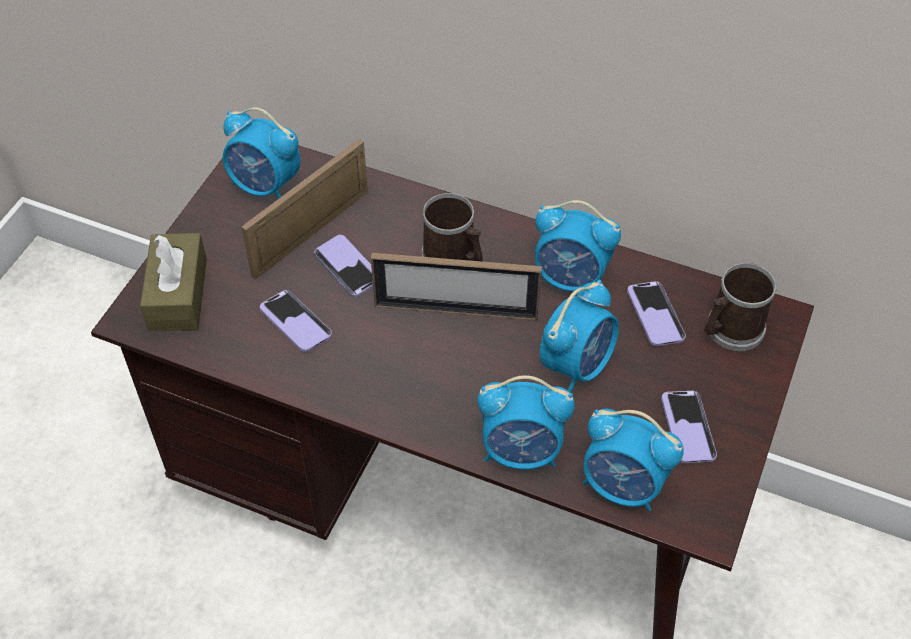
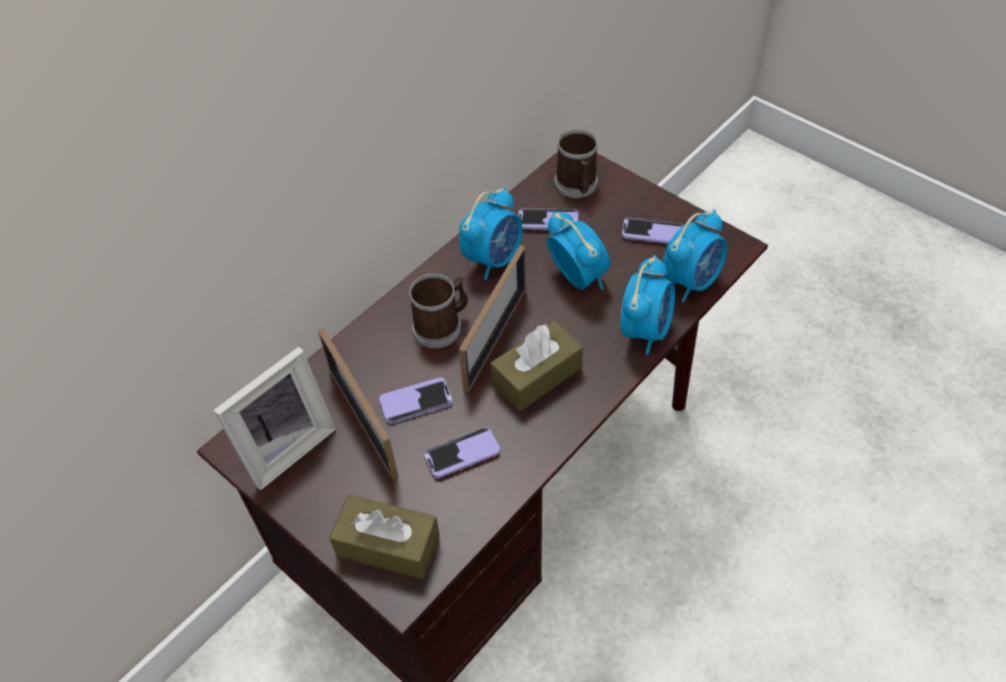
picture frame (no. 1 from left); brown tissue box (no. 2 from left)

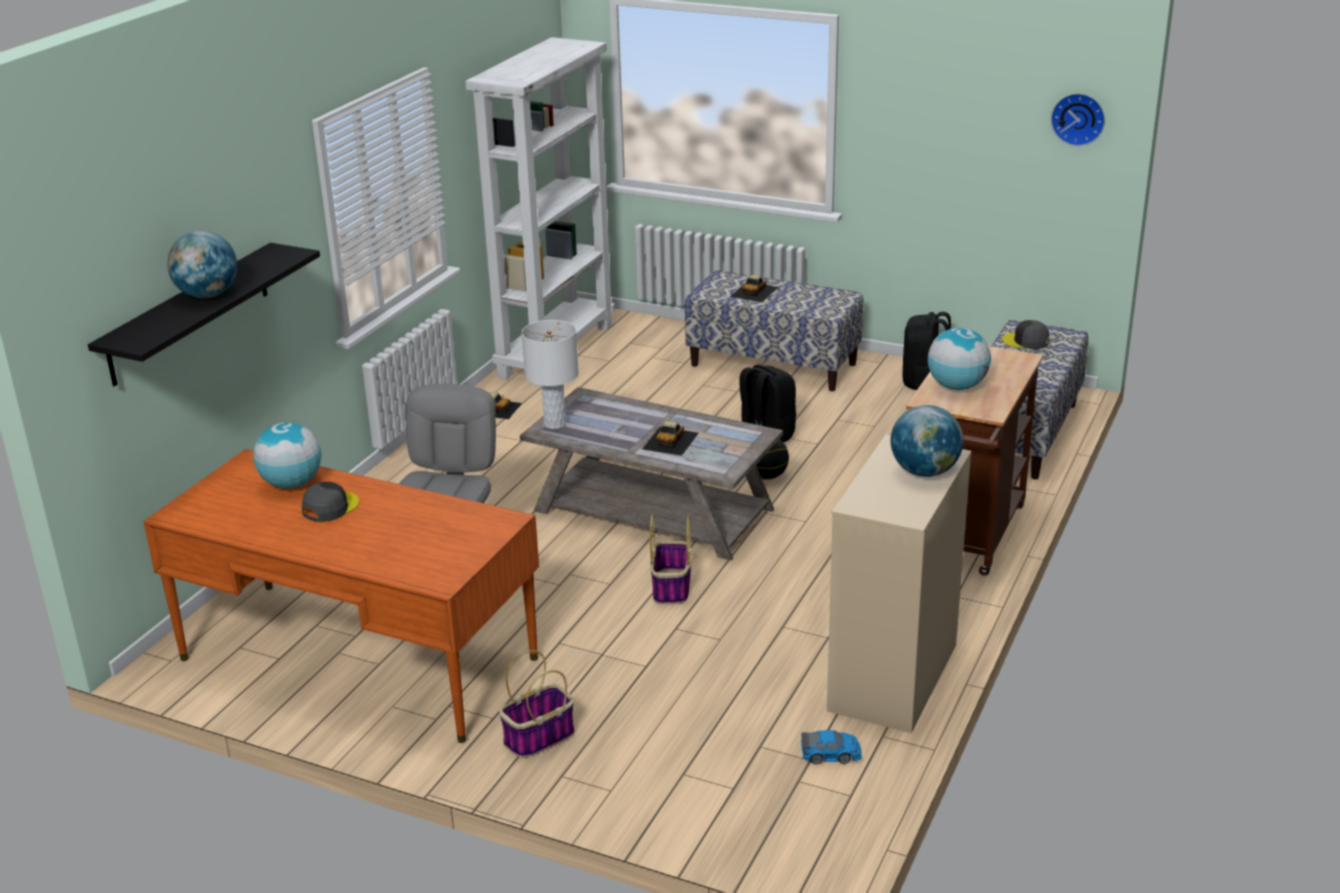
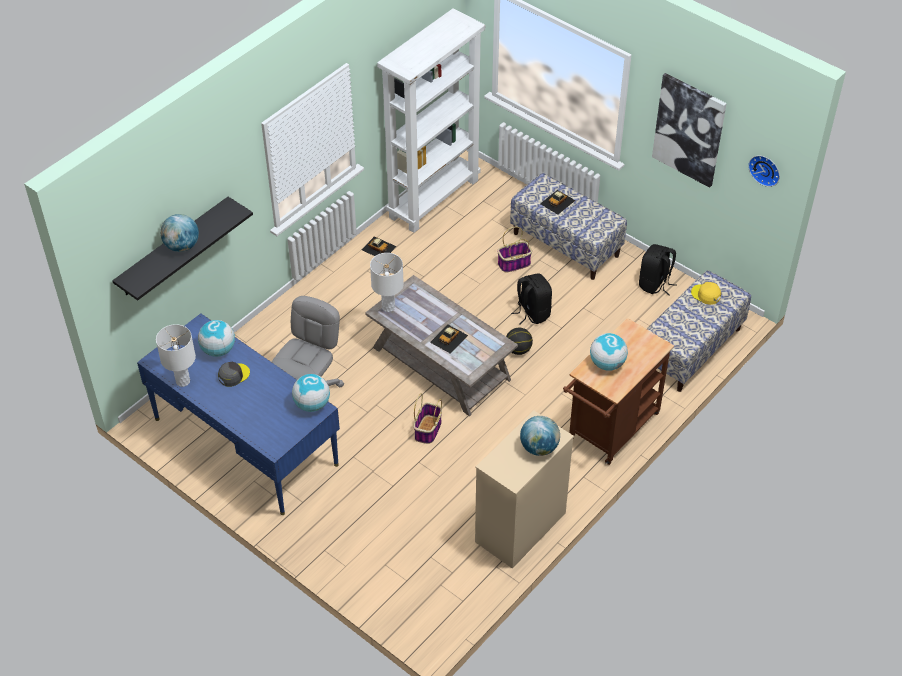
yellow cap; blue desk; basket (no. 2 from left); toy car (no. 4 from left in the first image); picture; white table lamp (no. 1 from left); globe (no. 3 from left)

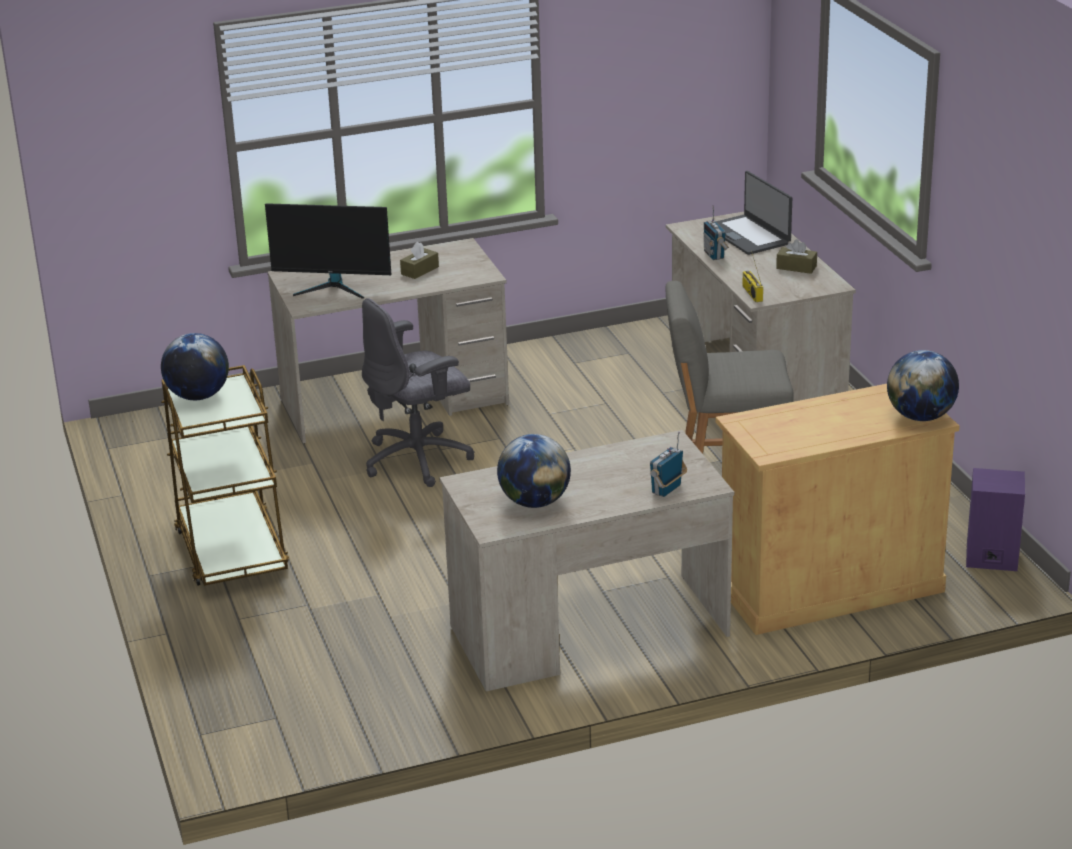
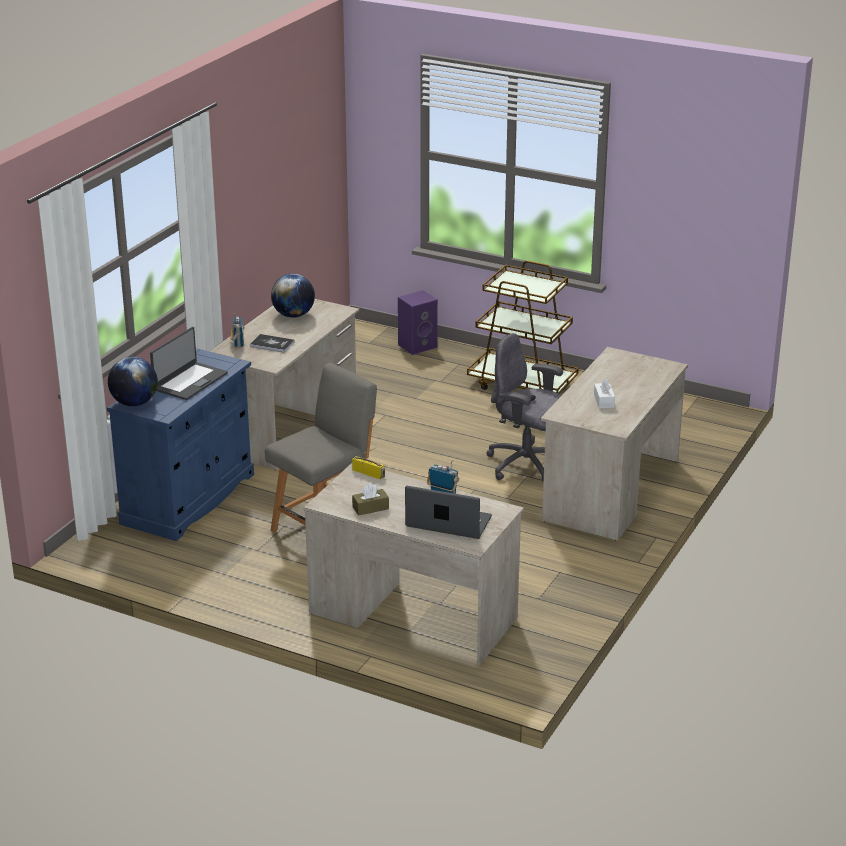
monitor; white tissue box; grey office chair; globe (no. 1 from left in the first image); blue cabinet; purple speaker; laptop (no. 1 from left); book

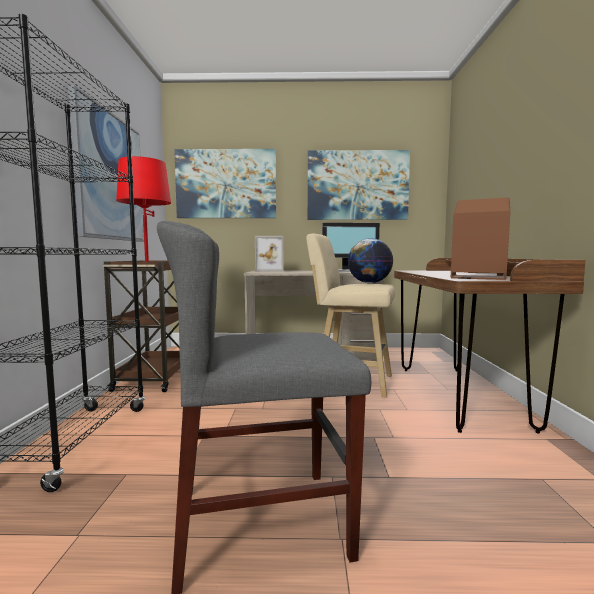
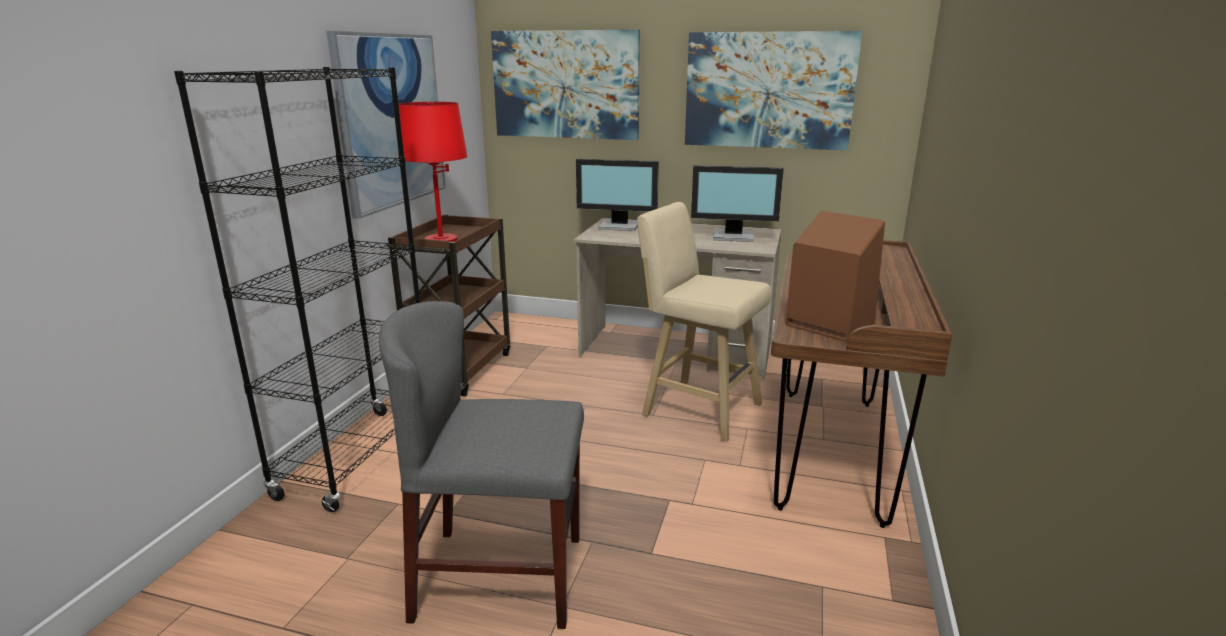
monitor (no. 1 from left); globe

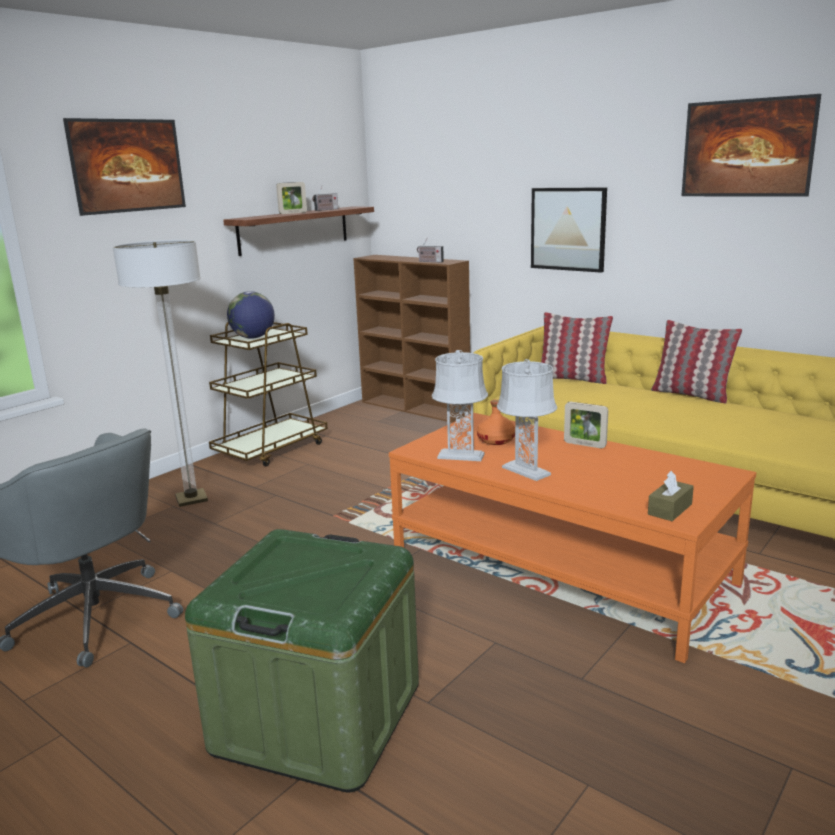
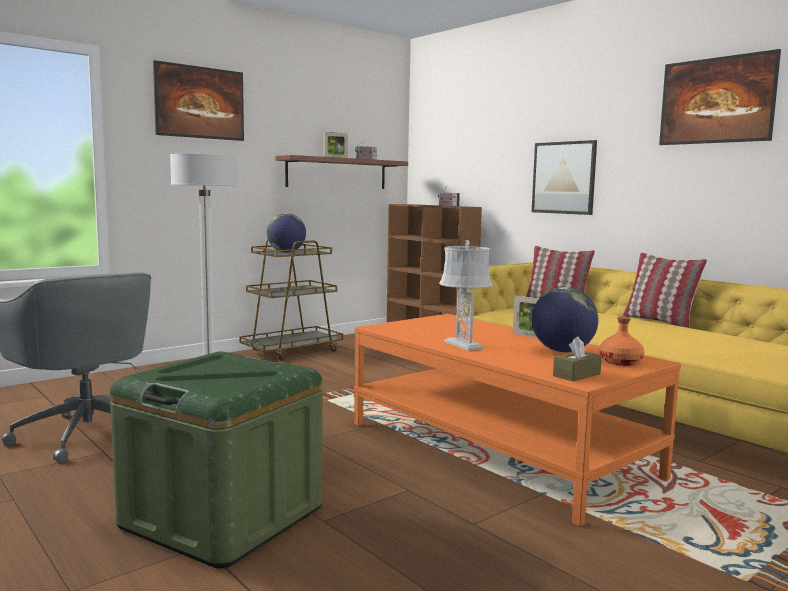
grey table lamp (no. 1 from left in the first image); orange bottle; globe (no. 2 from left)

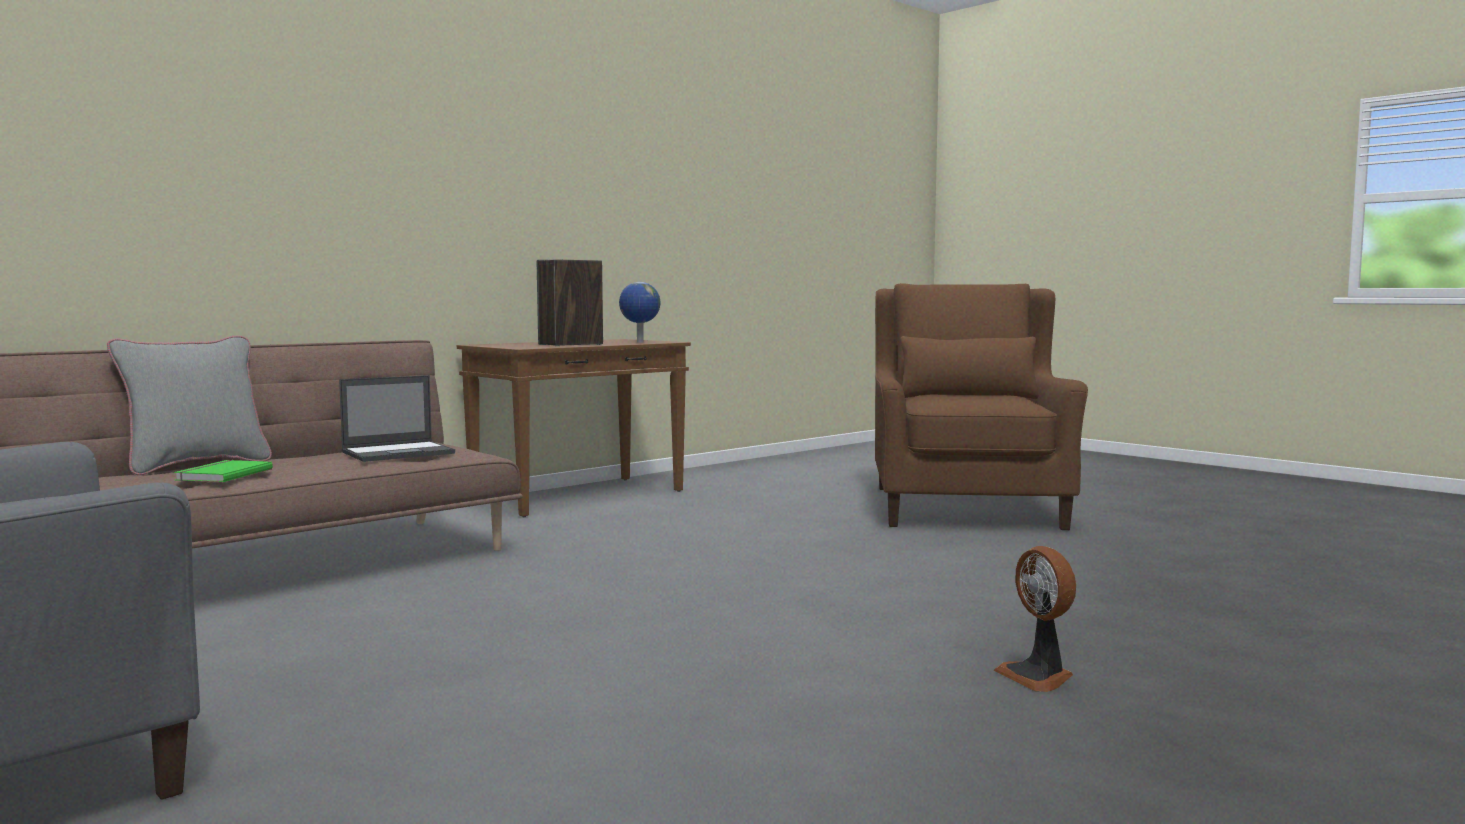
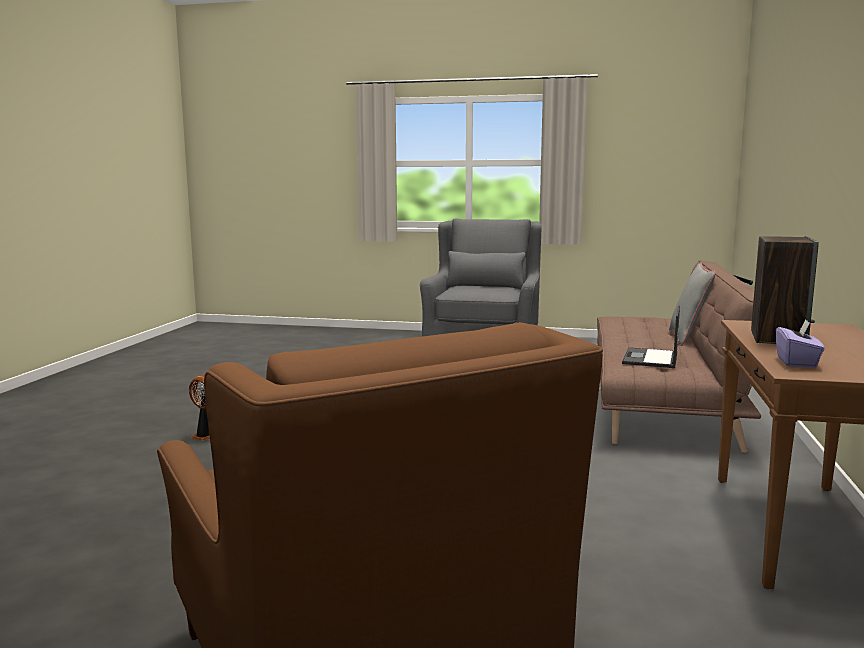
purple tissue box; green book

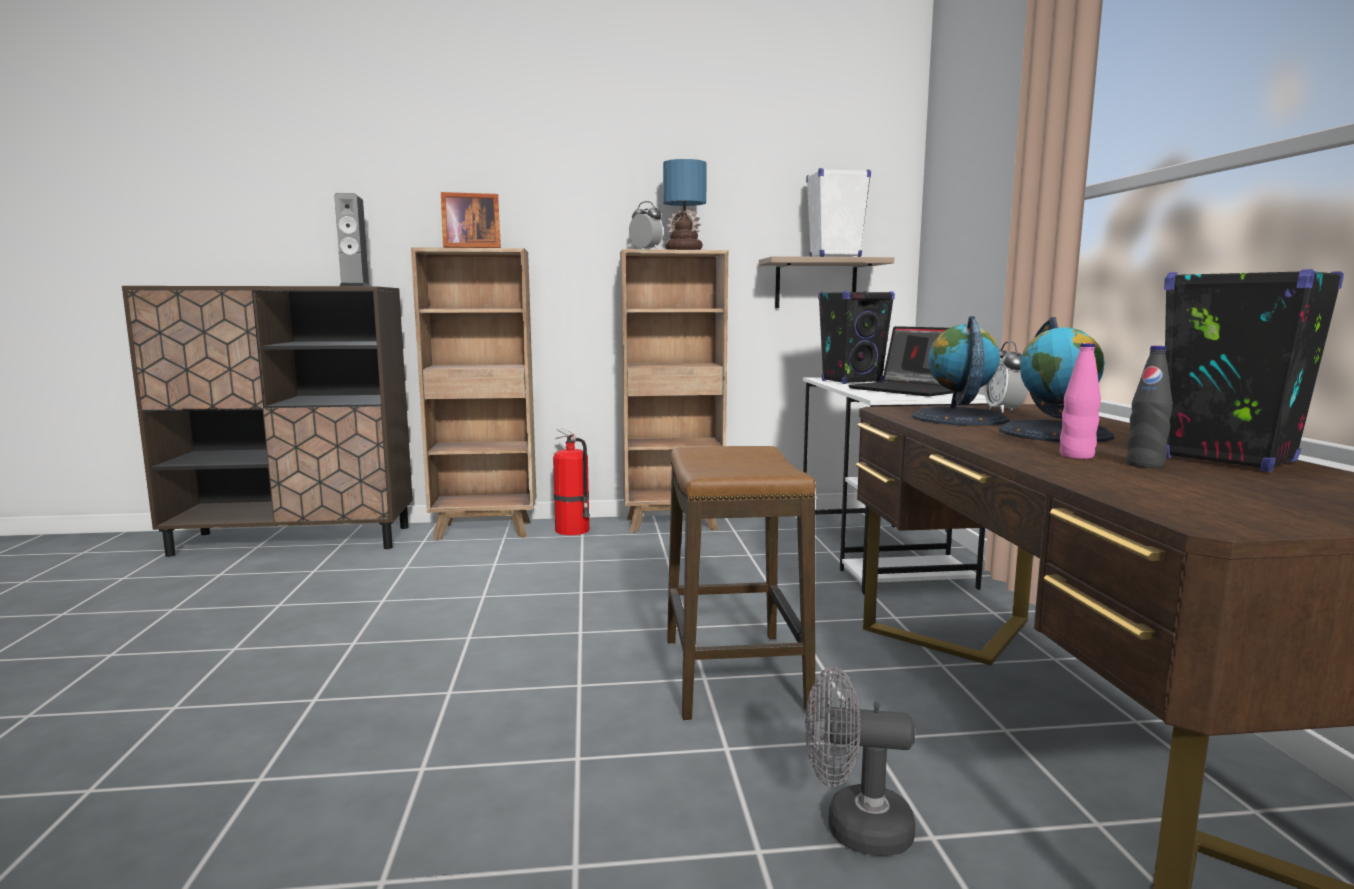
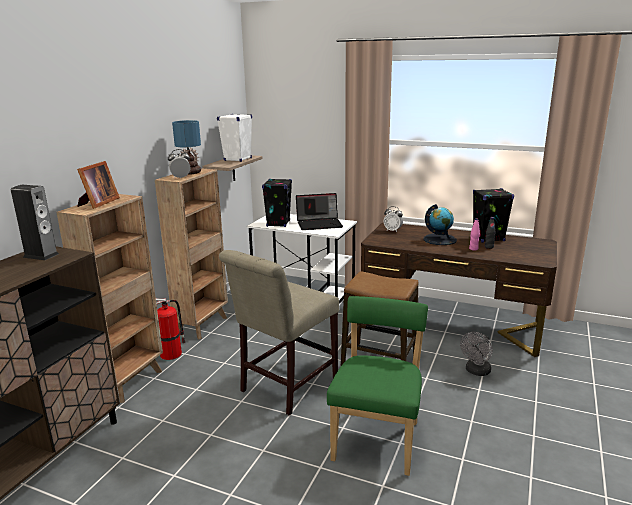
globe (no. 1 from left in the first image); beige chair; green chair

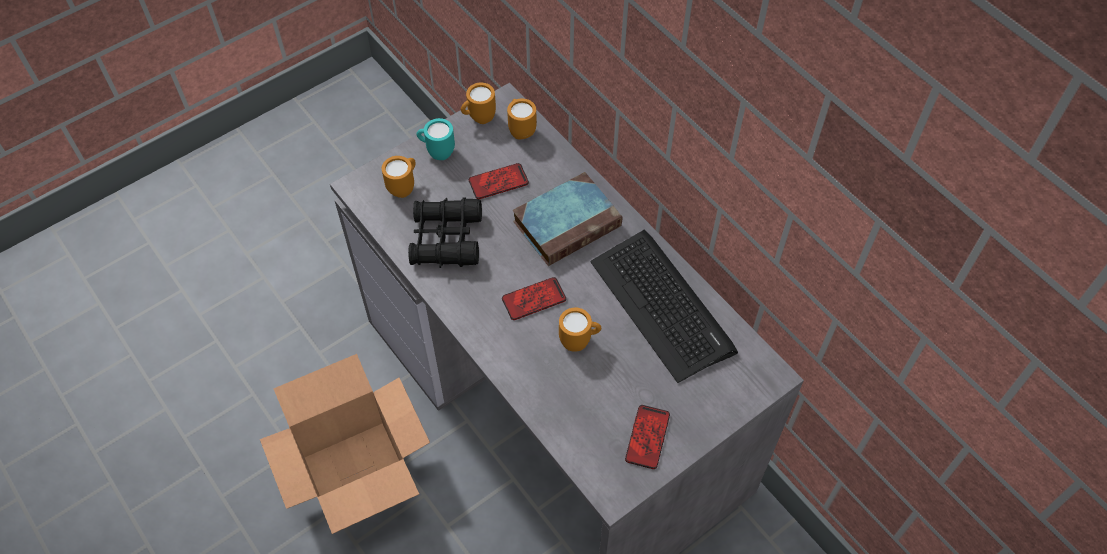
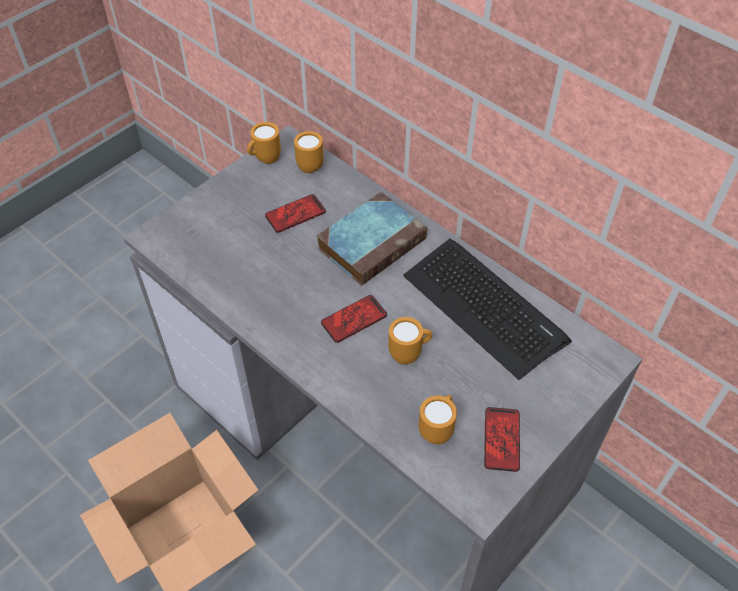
turquoise mug; orange mug (no. 4 from left); black binoculars

